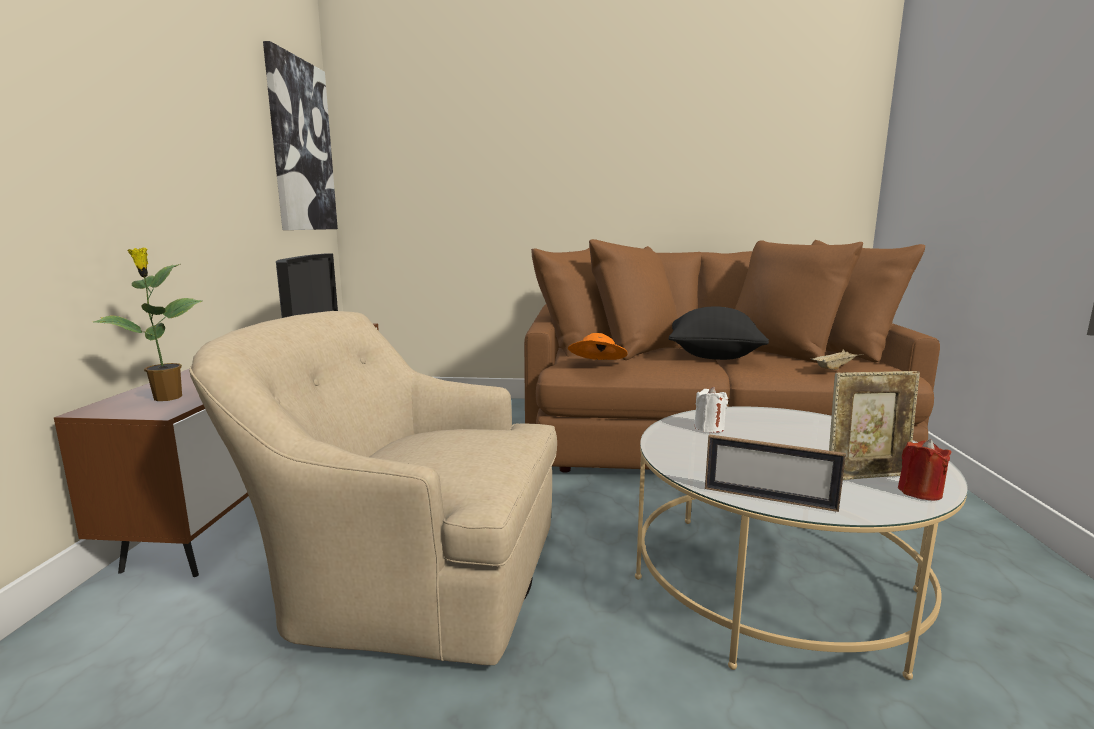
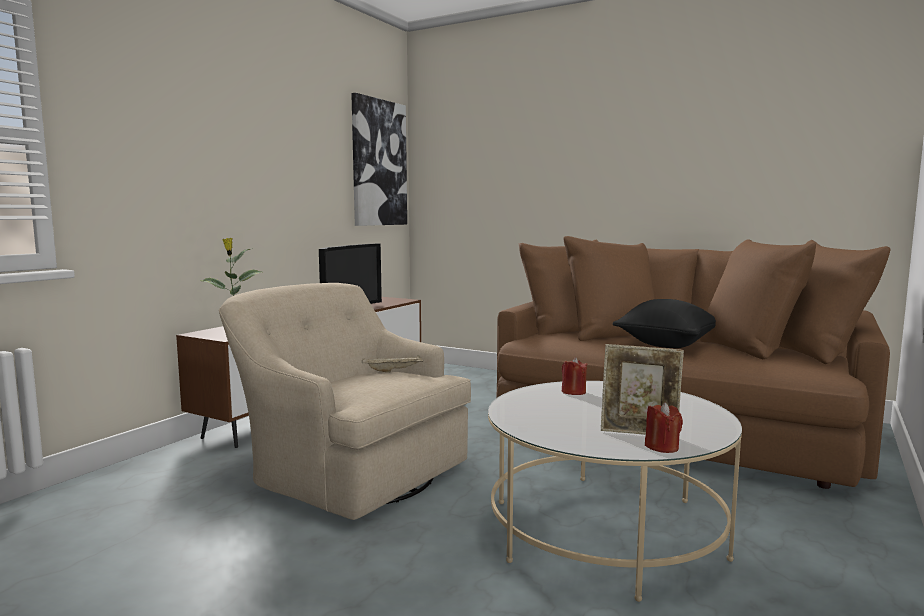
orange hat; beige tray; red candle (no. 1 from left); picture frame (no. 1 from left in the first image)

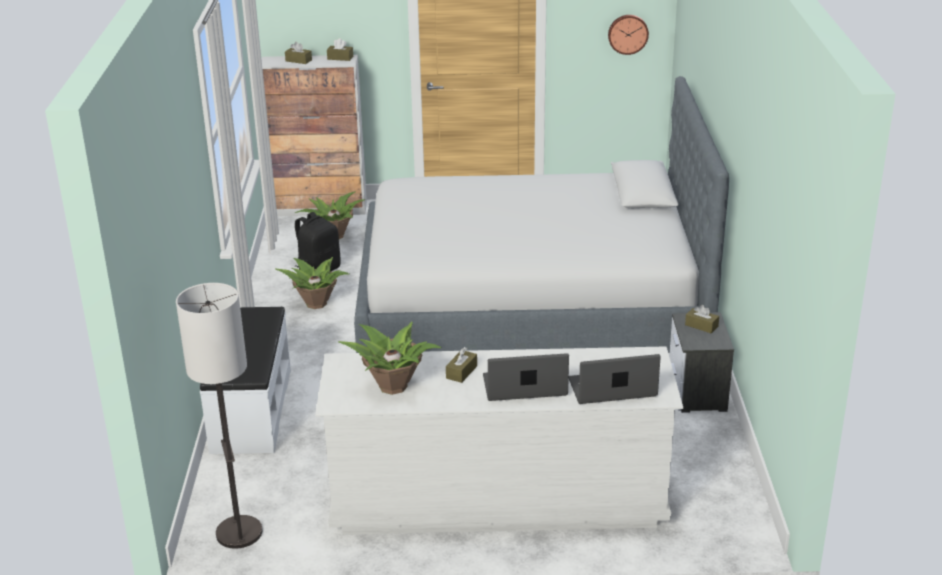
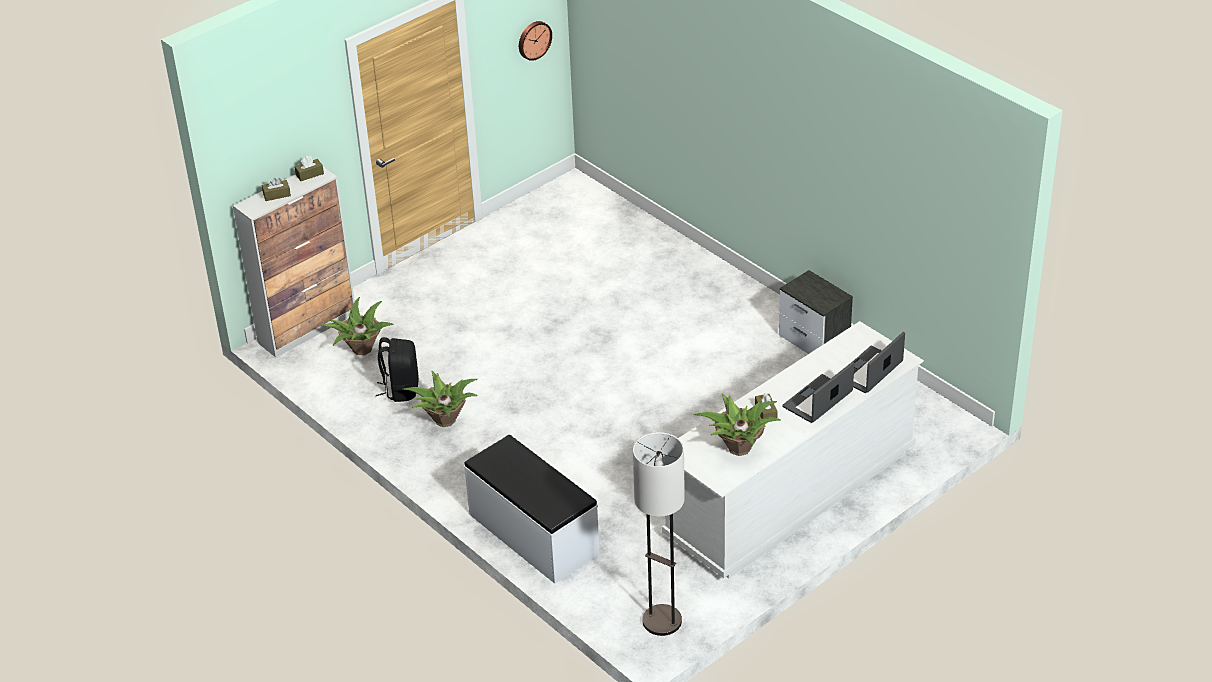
bed; brown tissue box (no. 4 from left in the first image)

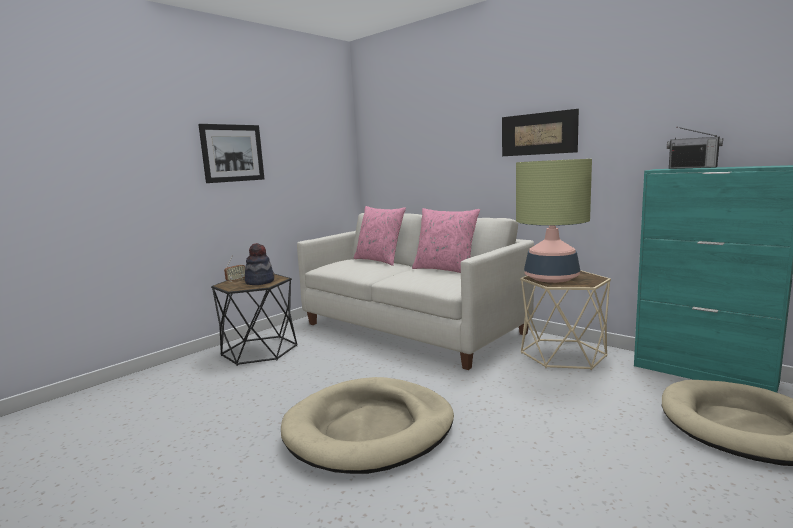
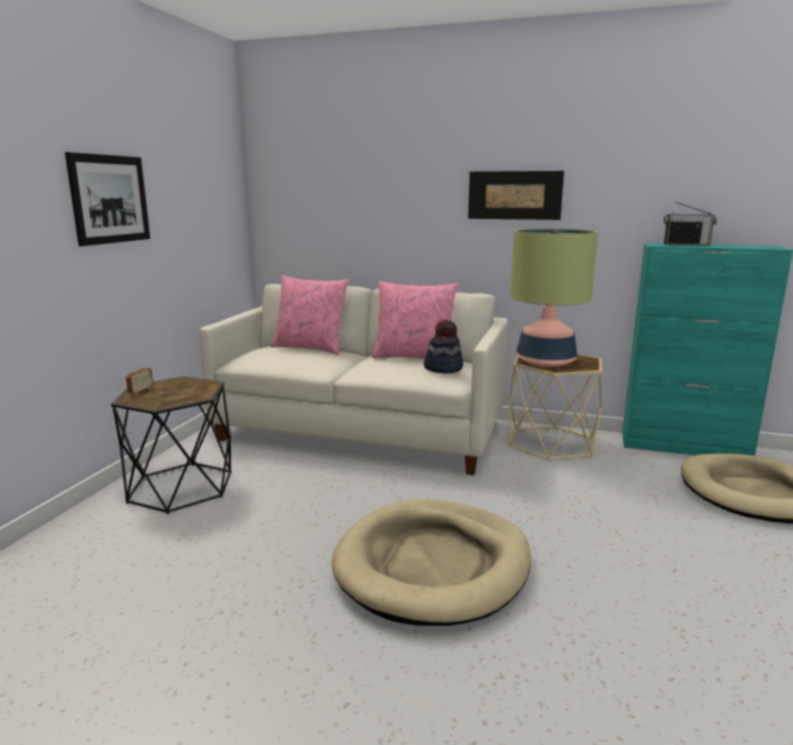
hat

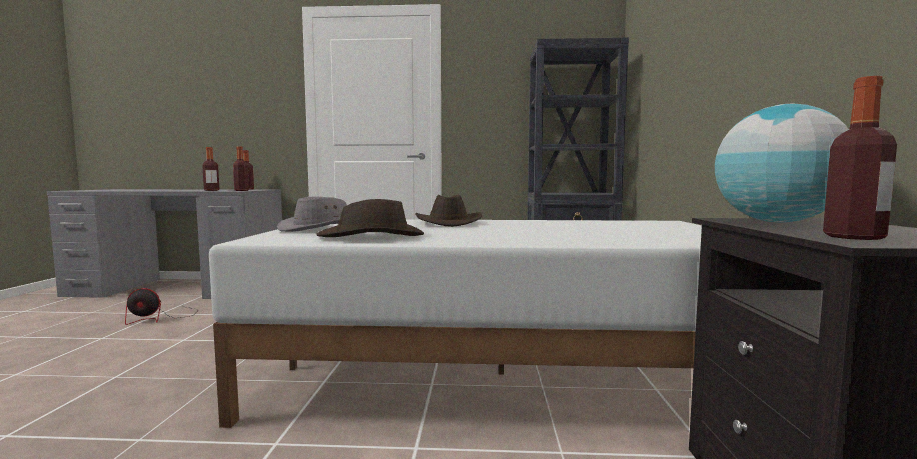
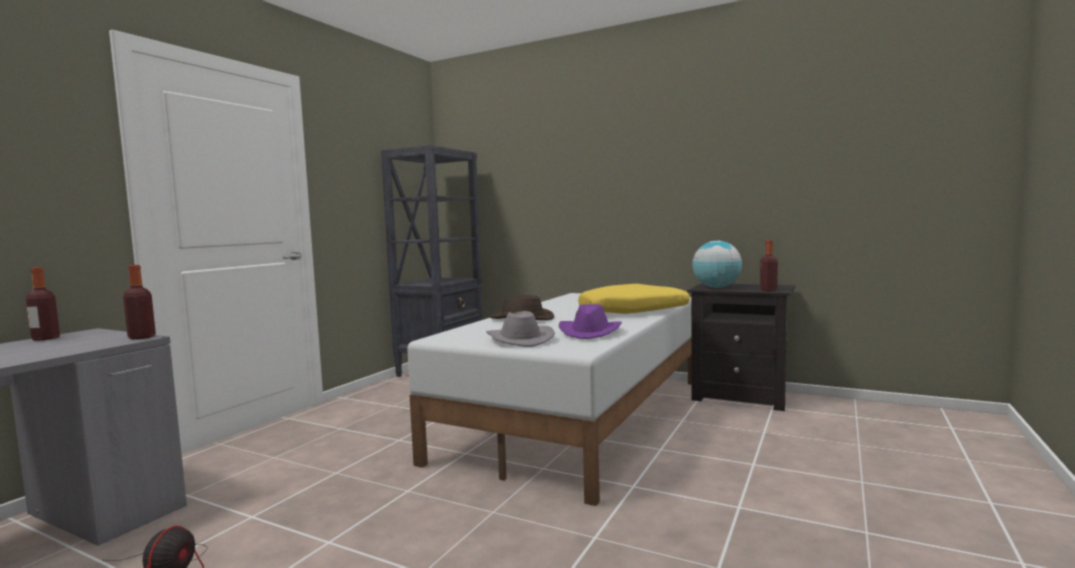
bottle (no. 1 from left in the first image); purple hat; yellow pillow

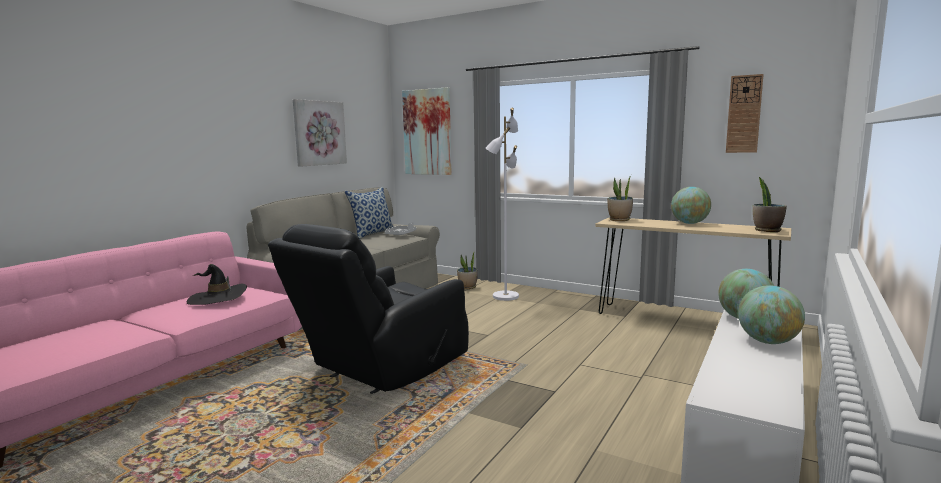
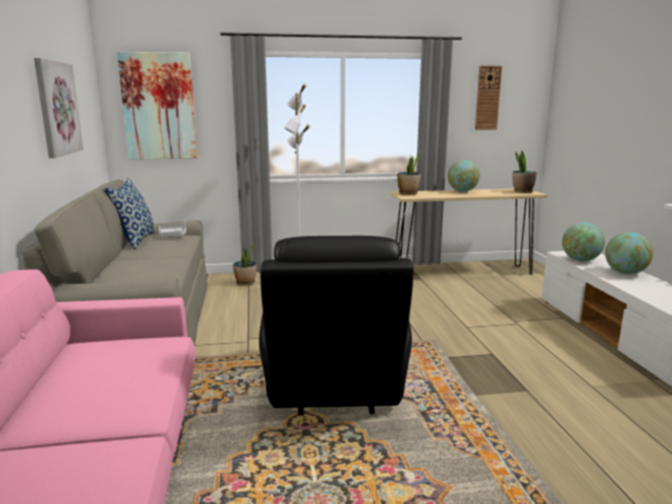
black hat

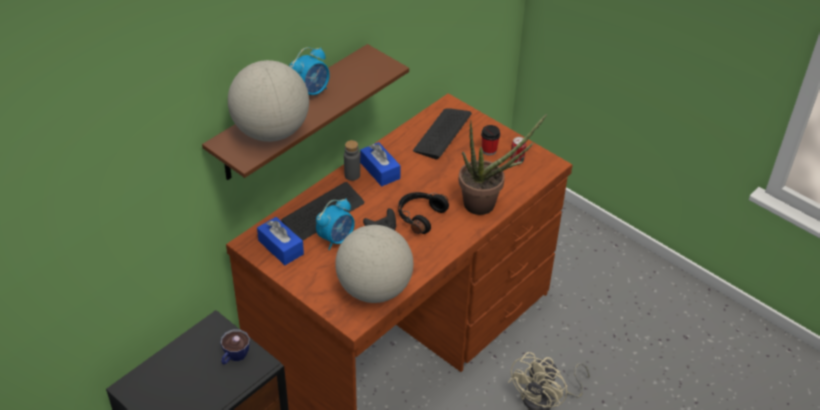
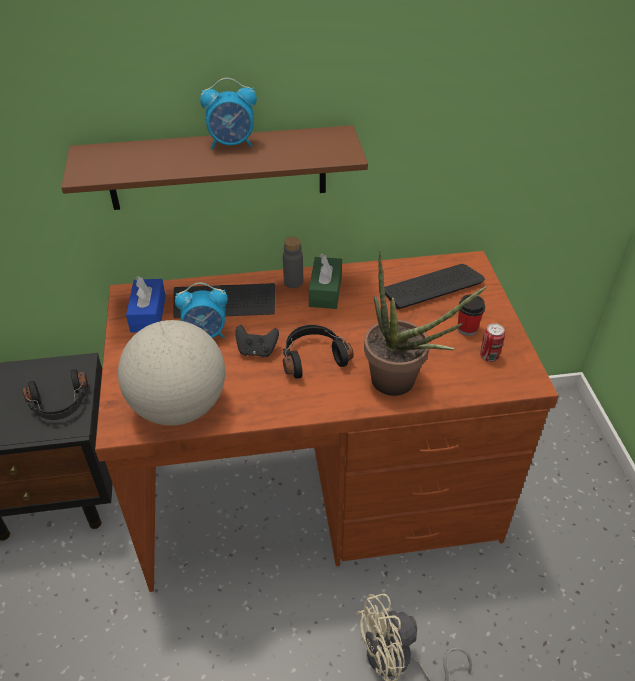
globe (no. 1 from left in the first image); green tissue box; black headphones (no. 1 from left)

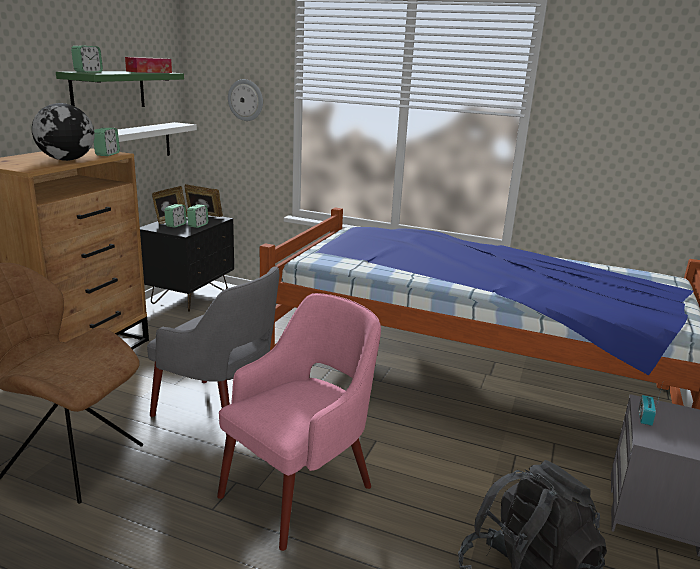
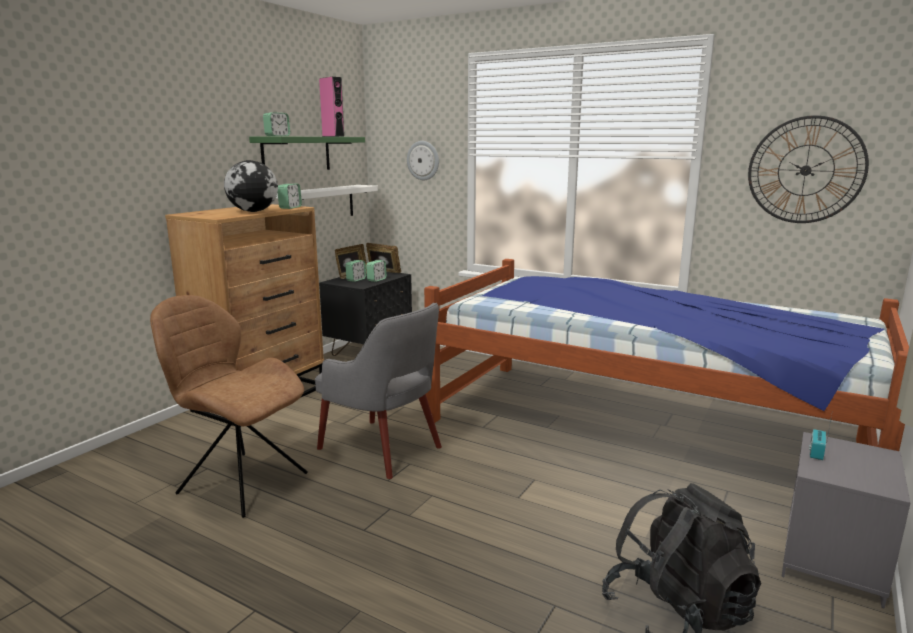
pink speaker; pink armchair; wall clock (no. 2 from left)

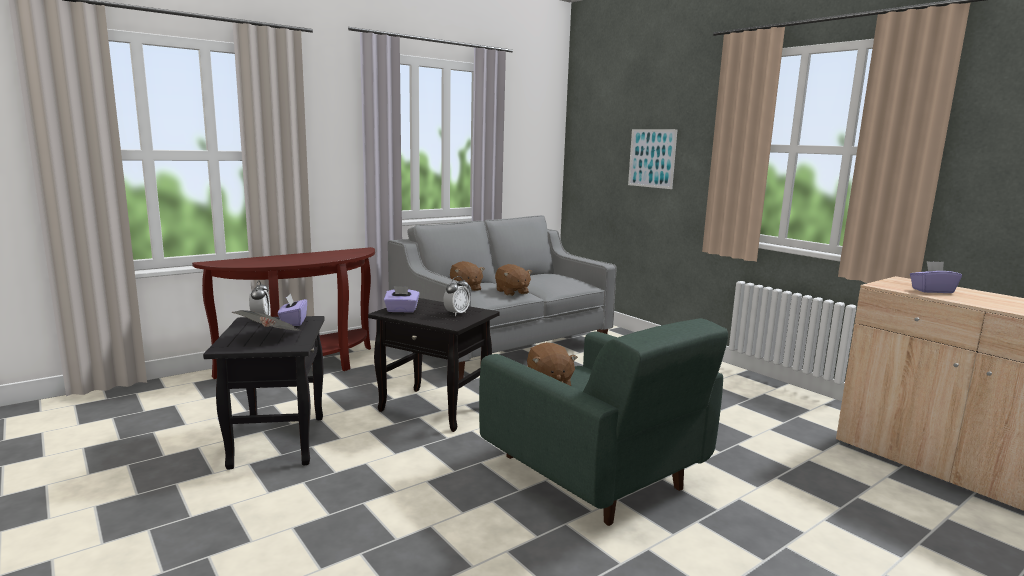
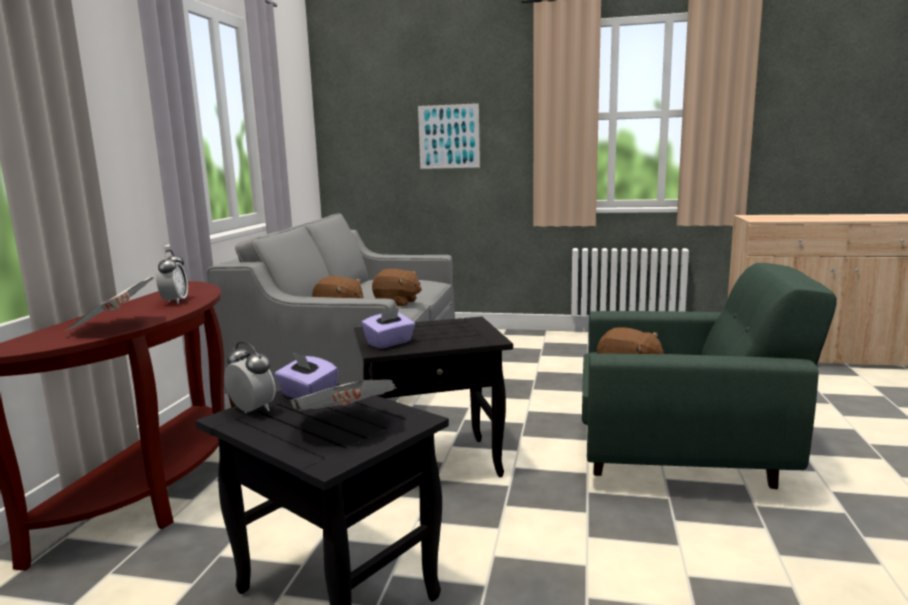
purple tissue box (no. 3 from left in the first image); alarm clock (no. 1 from left); newspaper (no. 1 from left)

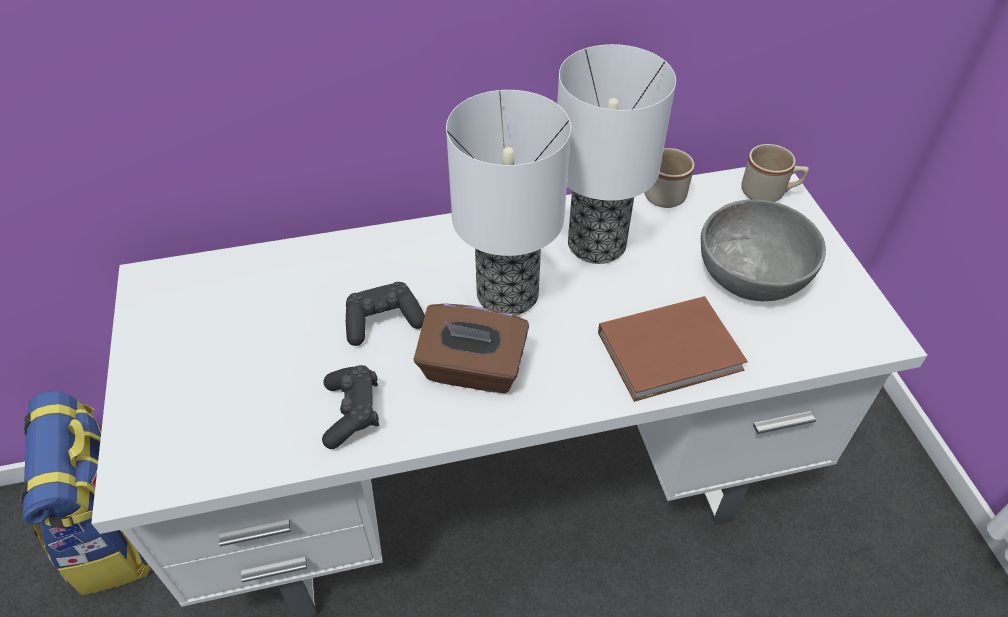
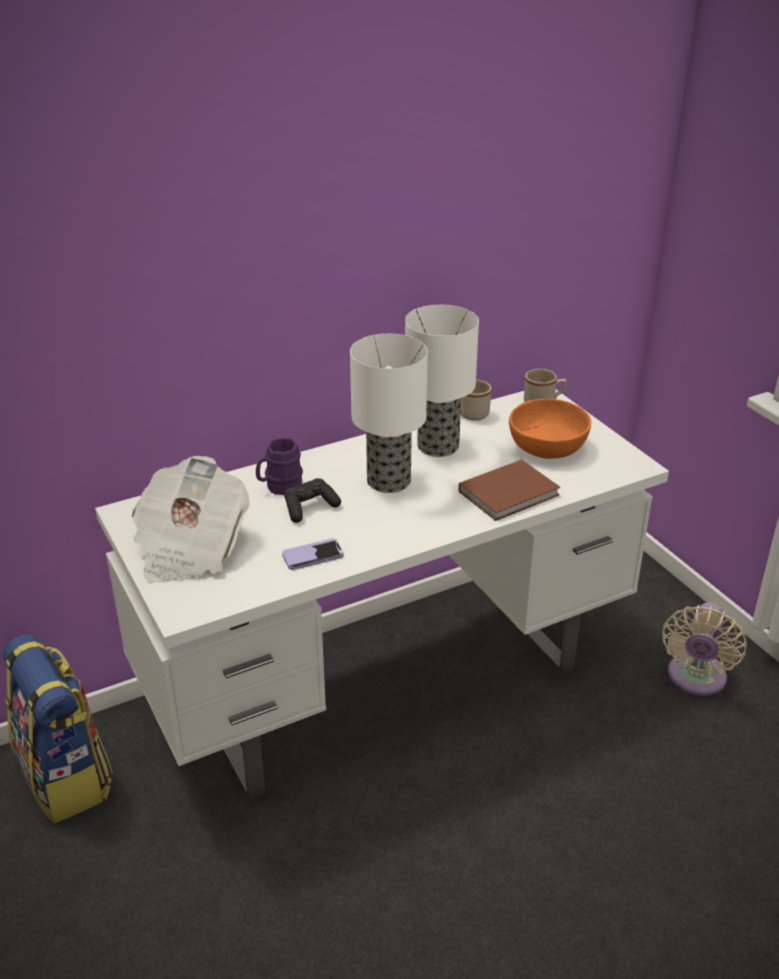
orange bowl; brown tissue box; phone; purple mug; newspaper; beige fan

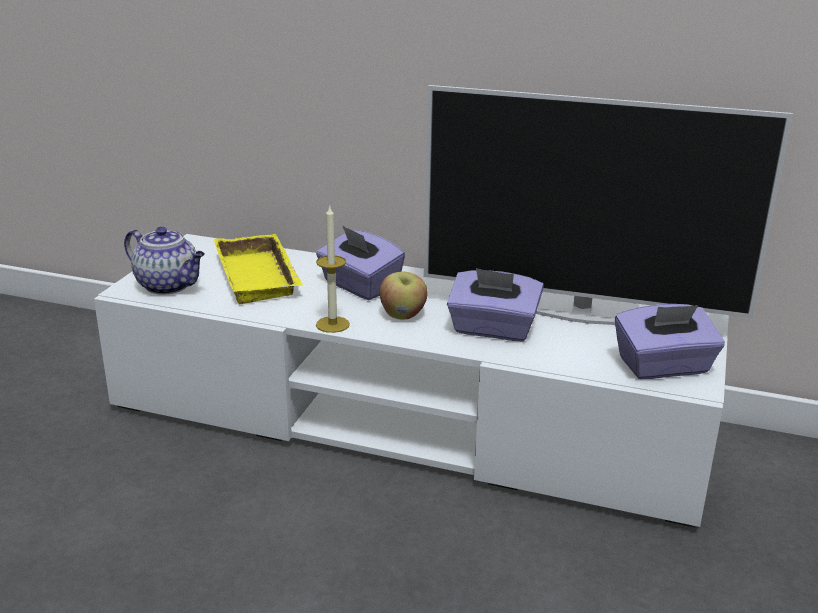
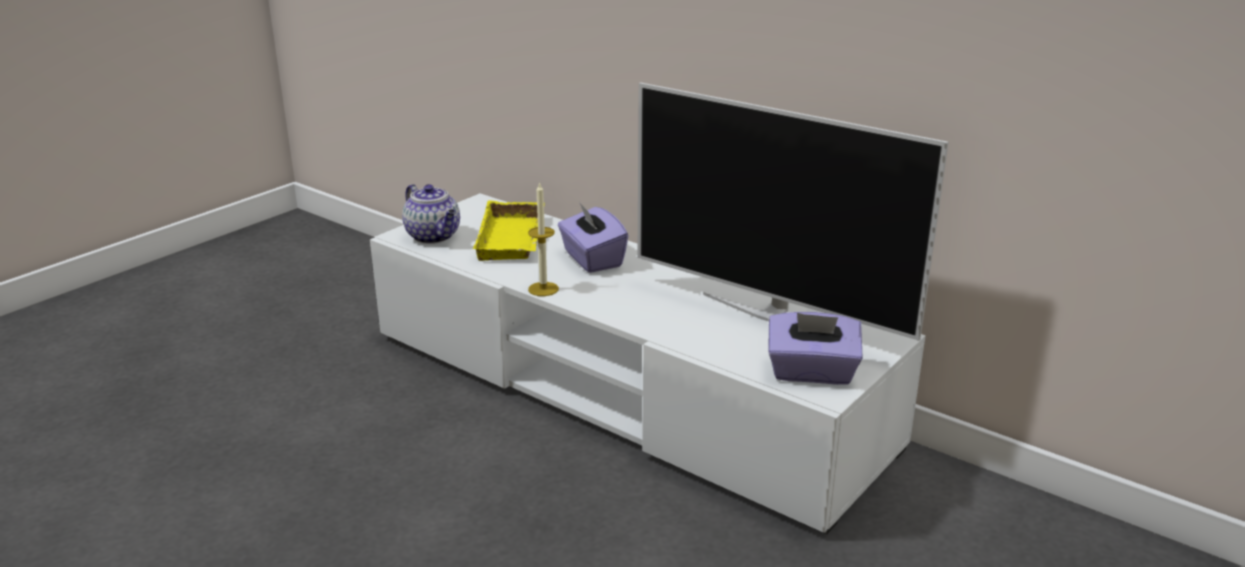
purple tissue box (no. 2 from left in the first image); apple

